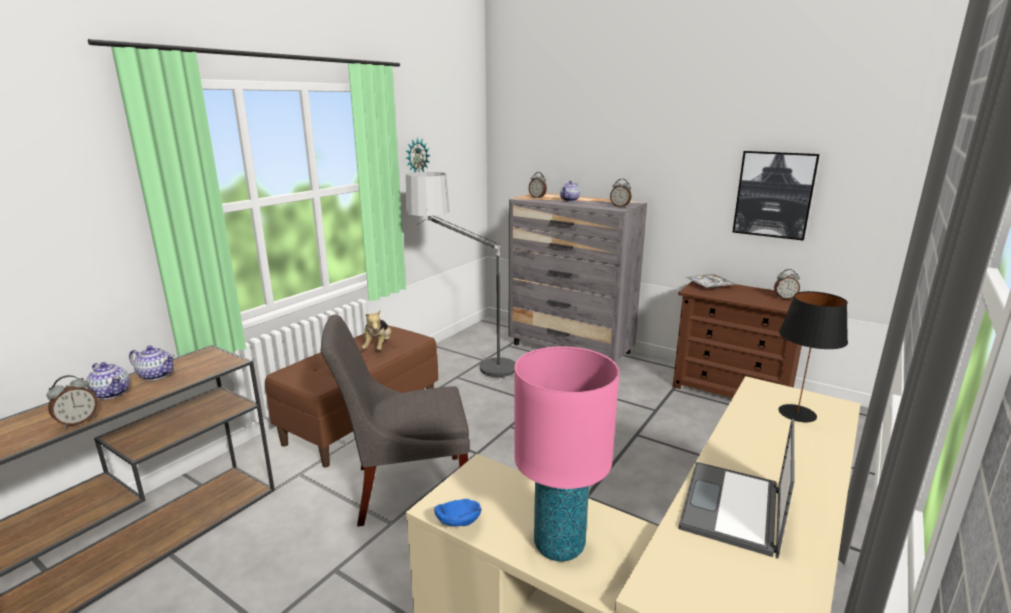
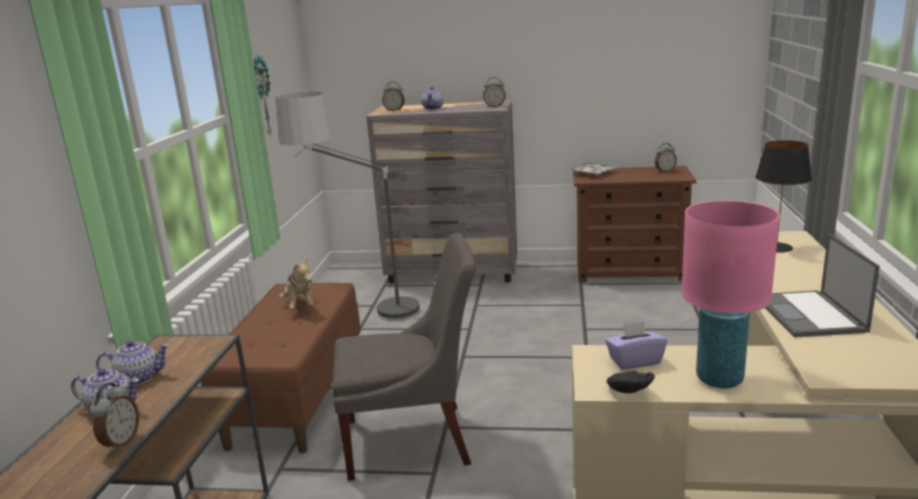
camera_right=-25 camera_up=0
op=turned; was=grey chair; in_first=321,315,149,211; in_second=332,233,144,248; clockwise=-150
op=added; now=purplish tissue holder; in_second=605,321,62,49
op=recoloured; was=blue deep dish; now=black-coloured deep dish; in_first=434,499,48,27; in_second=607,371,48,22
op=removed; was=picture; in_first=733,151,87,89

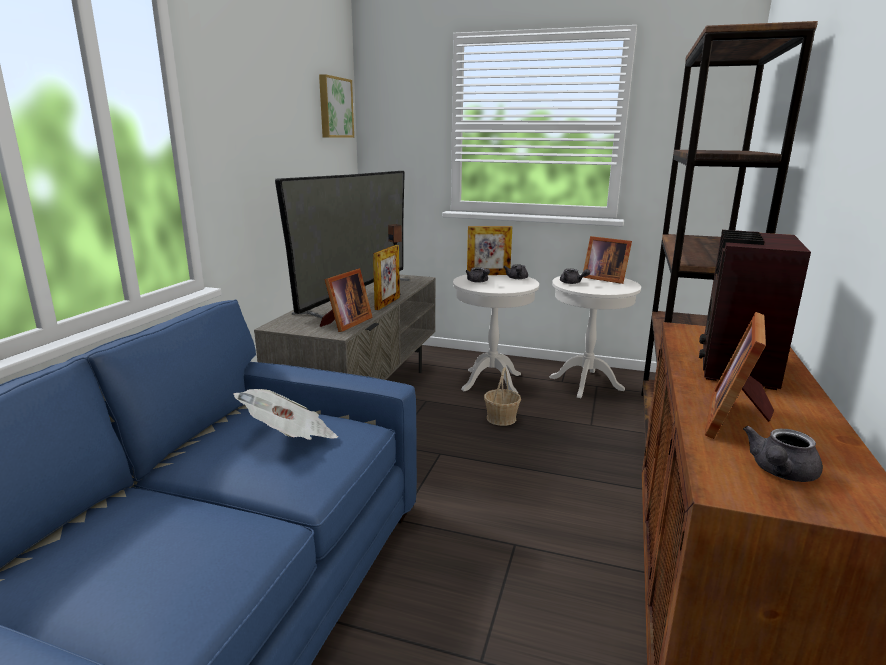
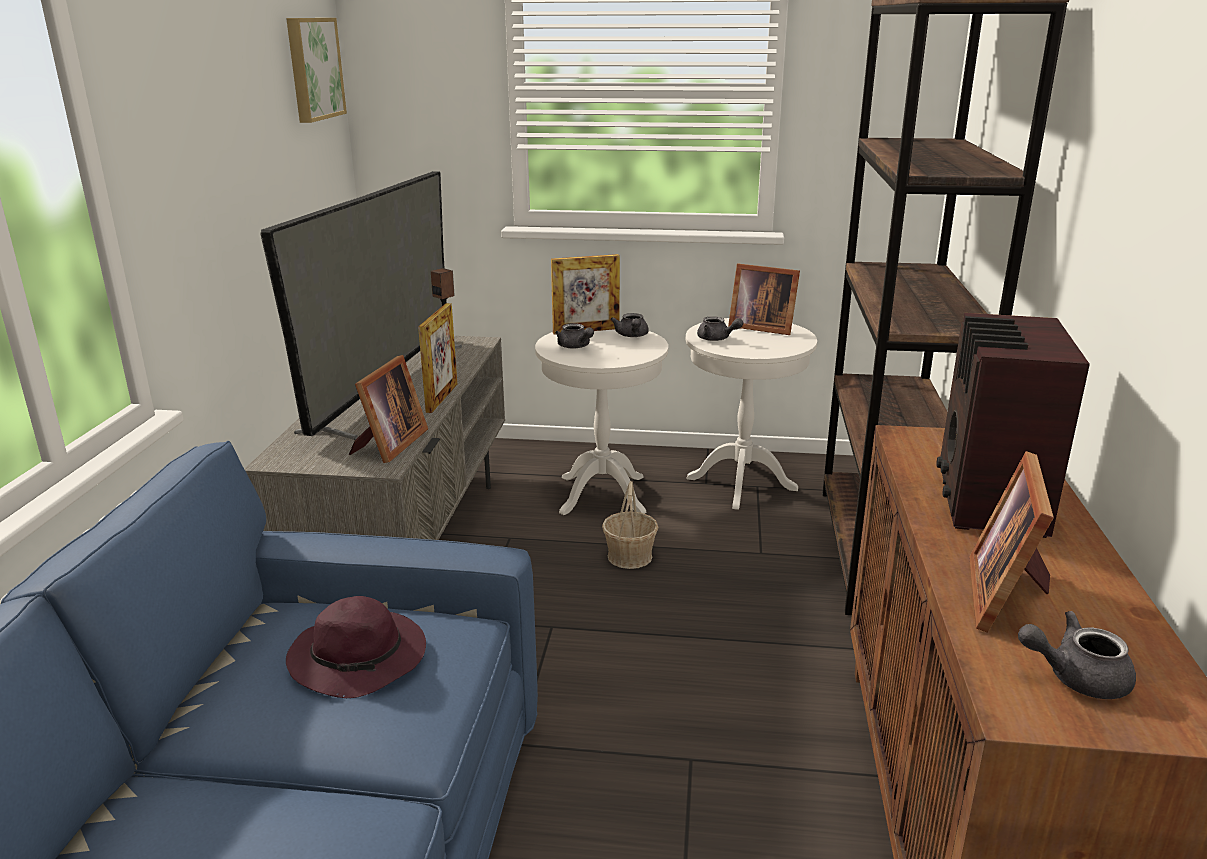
camera_right=-10 camera_up=5
op=replaced; was=newspaper; now=purplish hat; in_first=234,389,105,51; in_second=286,596,140,102
op=turned; was=grey teapot; in_first=743,426,80,56; in_second=1018,611,118,88; clockwise=60

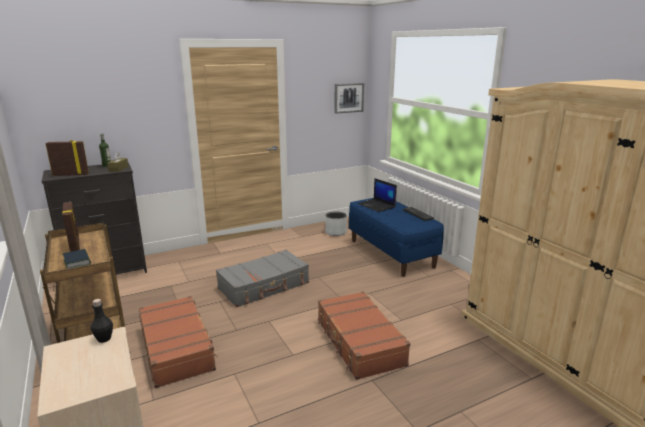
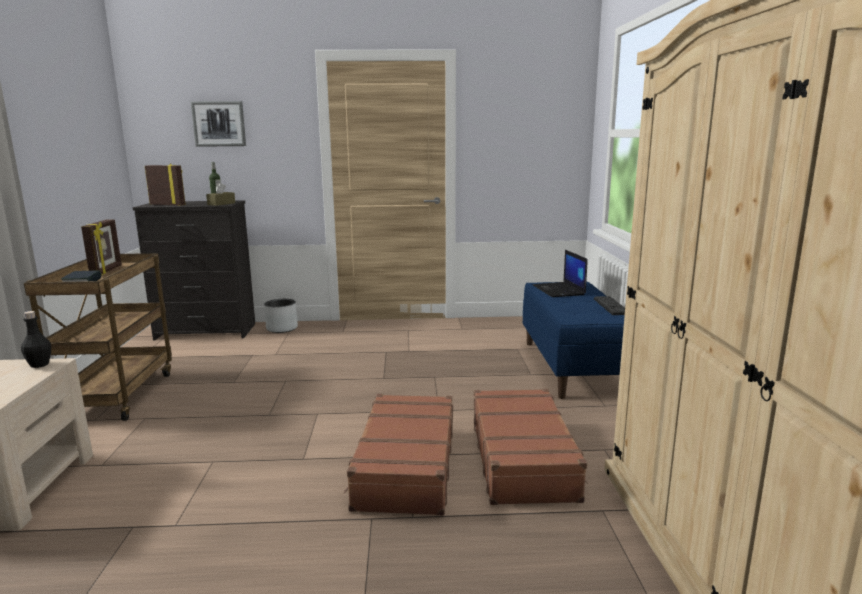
camera_right=25 camera_up=-5
op=moved; was=picture; in_first=334,83,30,31; in_second=190,101,56,46
op=moved; was=grey flower pot; in_first=325,211,22,25; in_second=264,299,34,34
op=moved; was=brown travel case; in_first=139,296,79,92; in_second=474,389,114,116
op=removed; was=grey travel case; in_first=216,250,93,57

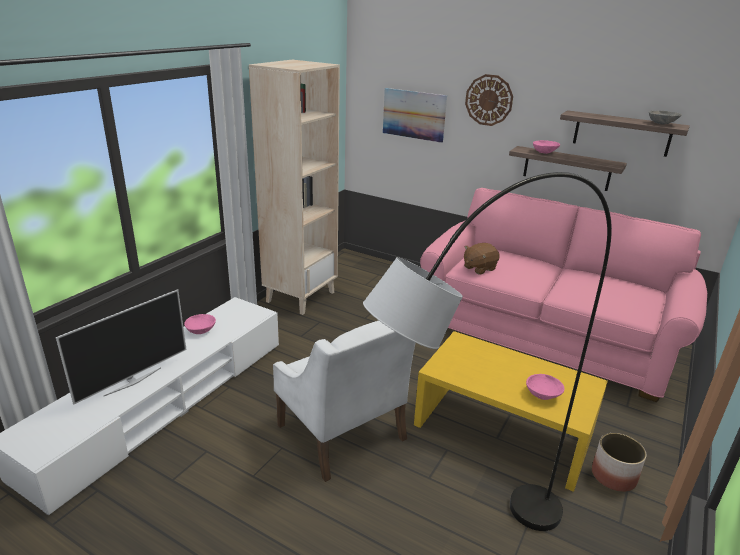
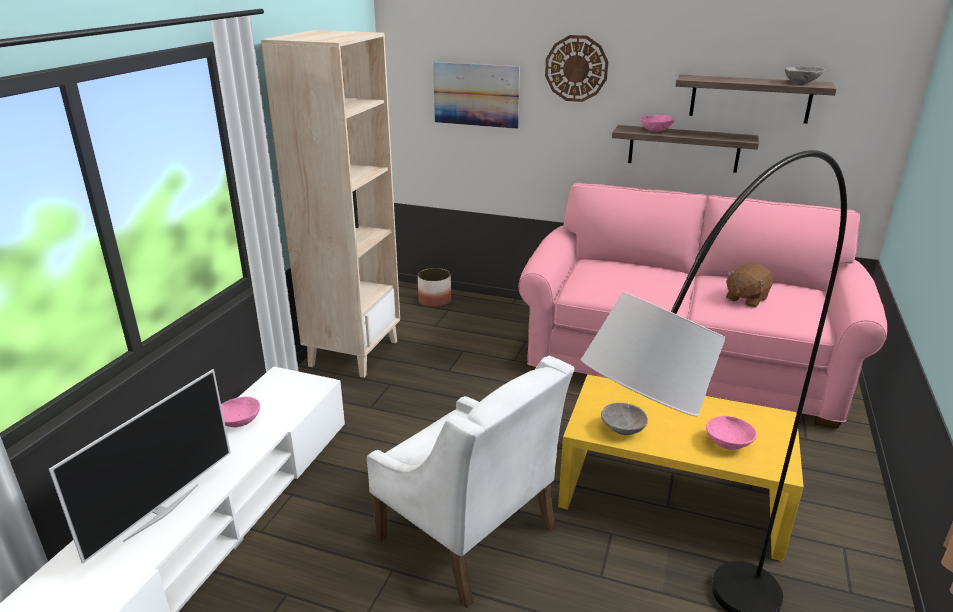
camera_right=-10 camera_up=0
op=moved; was=flower pot; in_first=592,433,54,59; in_second=418,268,33,39
op=added; now=grey deep dish; in_second=601,403,47,32
op=moved; was=brown soft toy; in_first=464,243,36,32; in_second=726,264,47,43

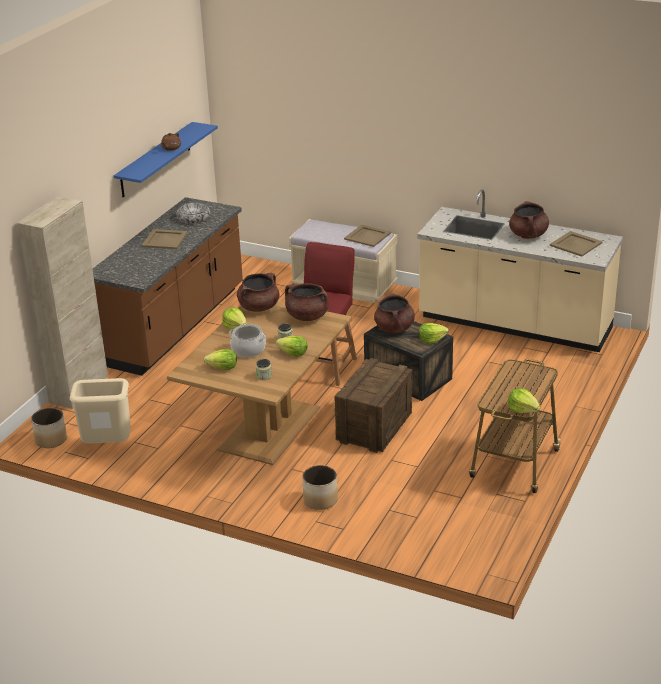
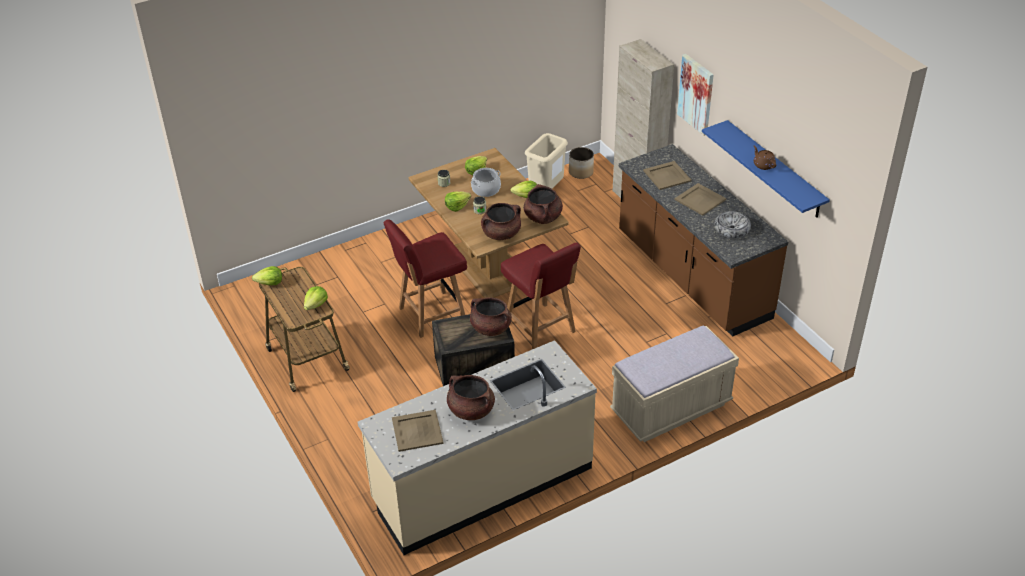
camera_right=125 camera_up=10
op=moved; was=head of lettuce; in_first=419,323,30,21; in_second=304,286,24,24
op=replaced; was=shipping crate; now=red-coloured chair; in_first=334,358,78,95; in_second=384,219,83,119
op=moved; was=beige-coloured serving tray; in_first=344,225,47,22; in_second=643,161,49,29
op=added; now=picture; in_second=677,54,37,82
op=removed; was=flower pot; in_first=302,465,36,45

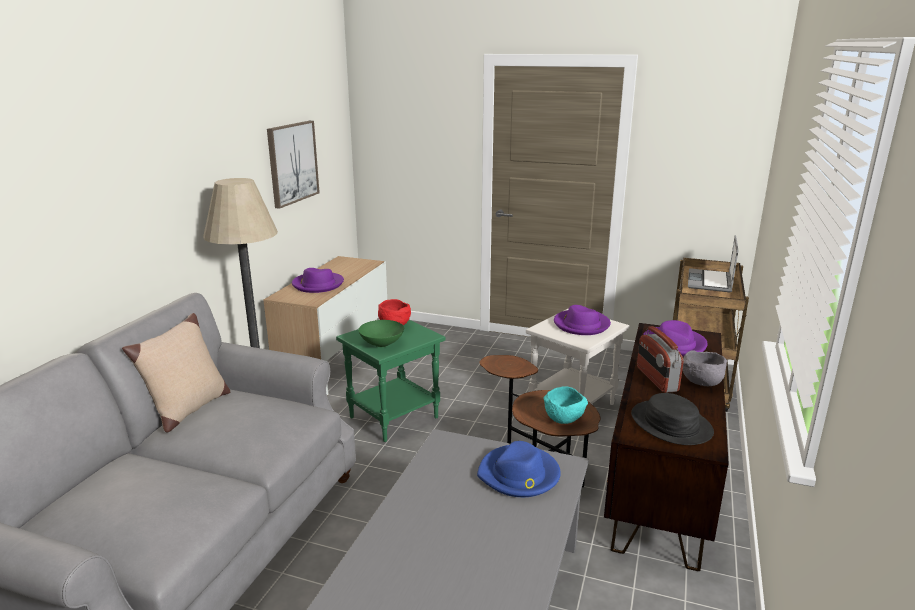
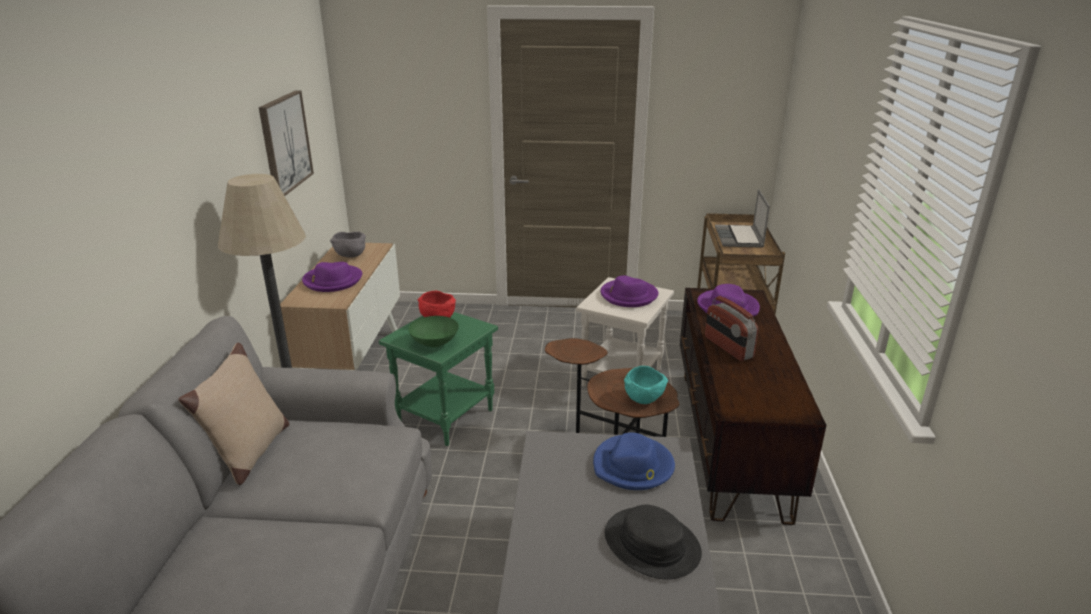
camera_right=-15 camera_up=5
op=moved; was=grey deep dish; in_first=683,351,44,35; in_second=330,232,36,26
op=moved; was=black-coloured hat; in_first=631,393,83,52; in_second=605,505,97,74

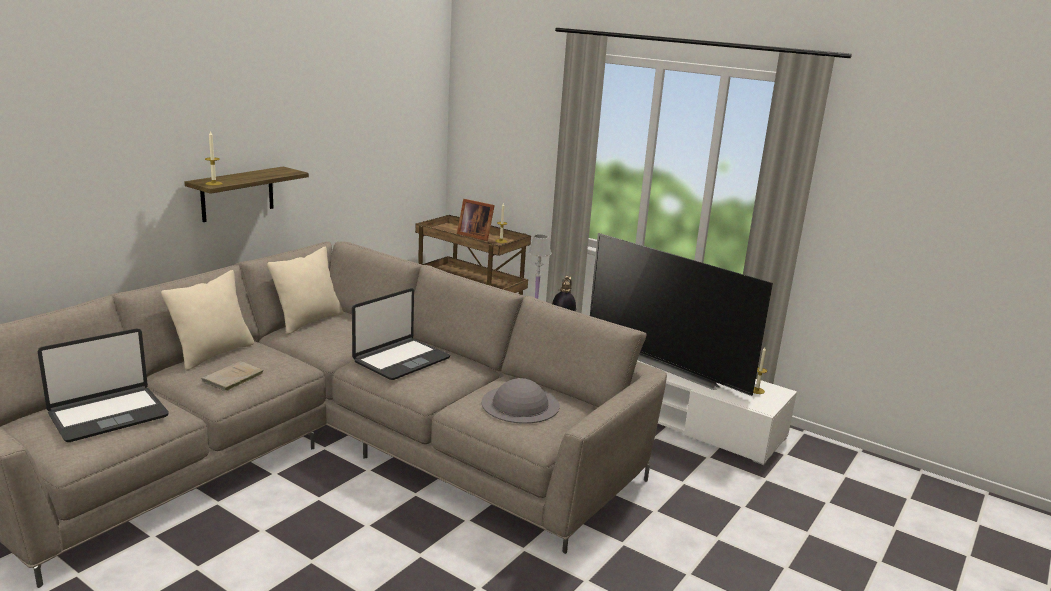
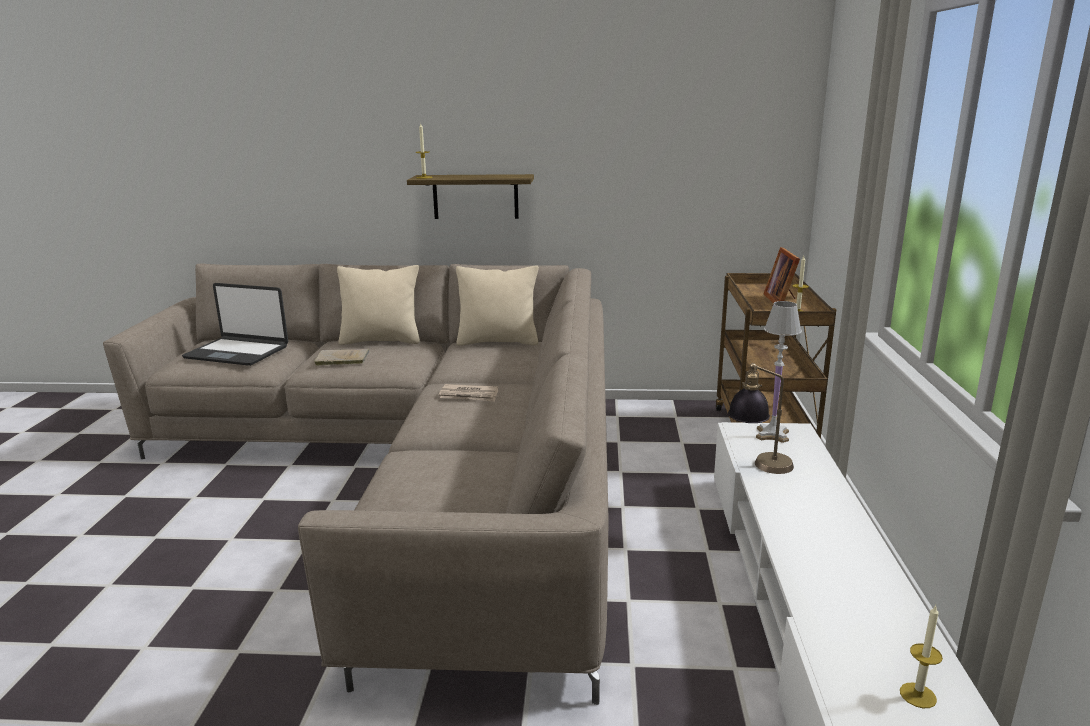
camera_right=60 camera_up=0
op=replaced; was=portable computer; now=newspaper; in_first=352,288,98,92; in_second=439,384,59,18
op=removed; was=grey hat; in_first=481,378,79,46
op=removed; was=TV; in_first=590,233,183,163

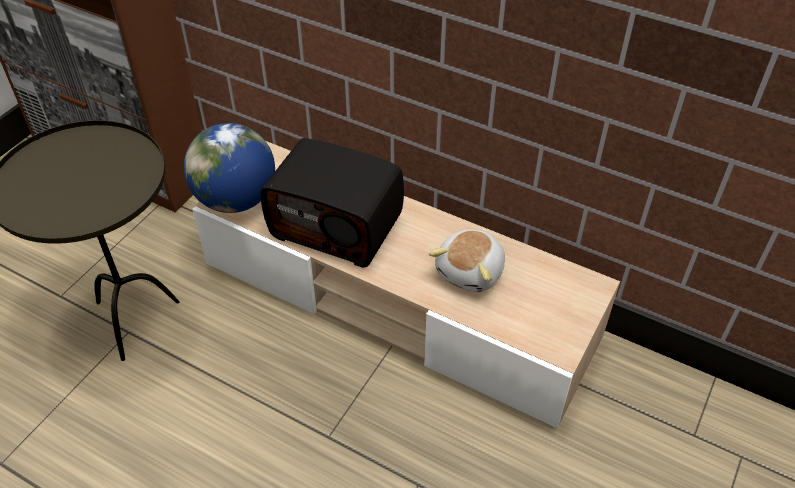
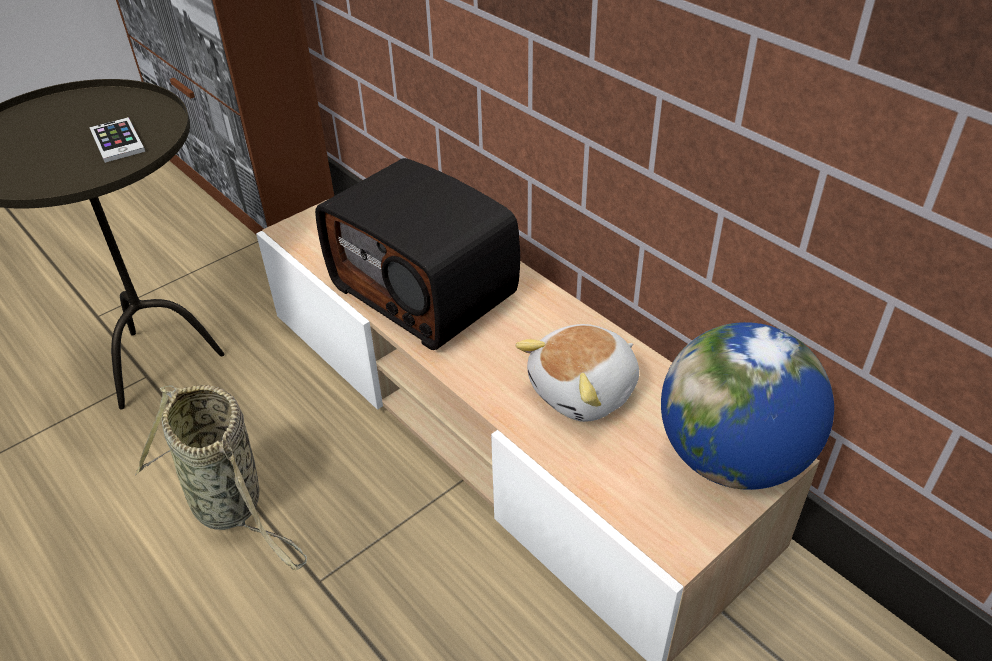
camera_right=20 camera_up=-5
op=added; now=phone; in_second=89,117,57,46
op=added; now=basket; in_second=135,385,172,186
op=moved; was=desk globe; in_first=184,123,91,90; in_second=661,322,173,168

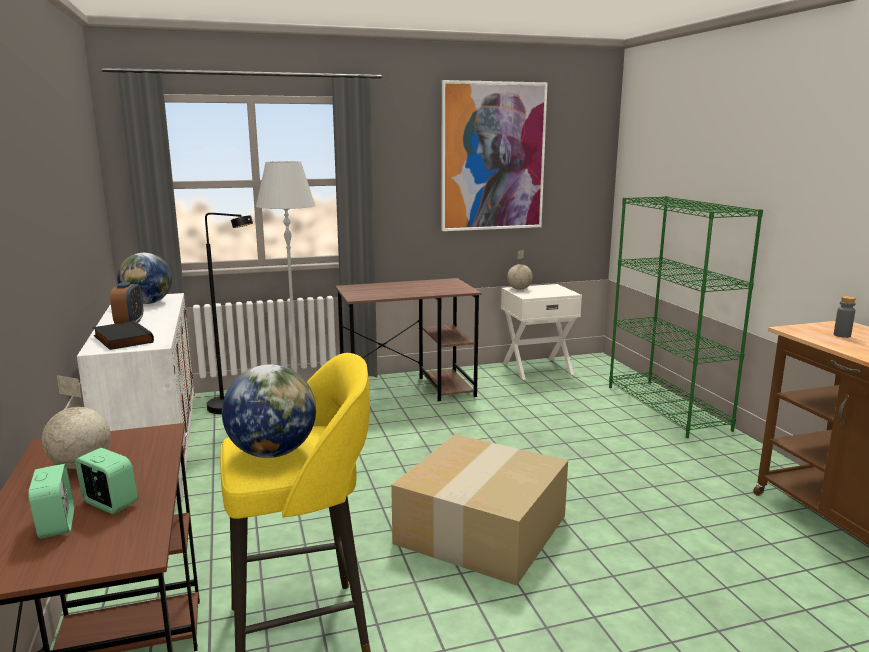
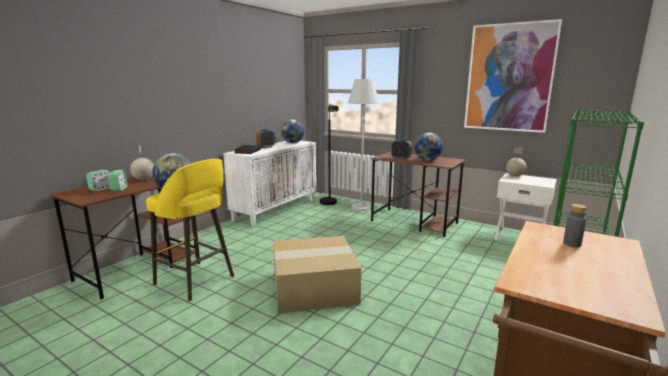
camera_right=50 camera_up=0
op=added; now=bedside clock; in_second=391,139,21,21
op=added; now=desk globe; in_second=414,133,29,28

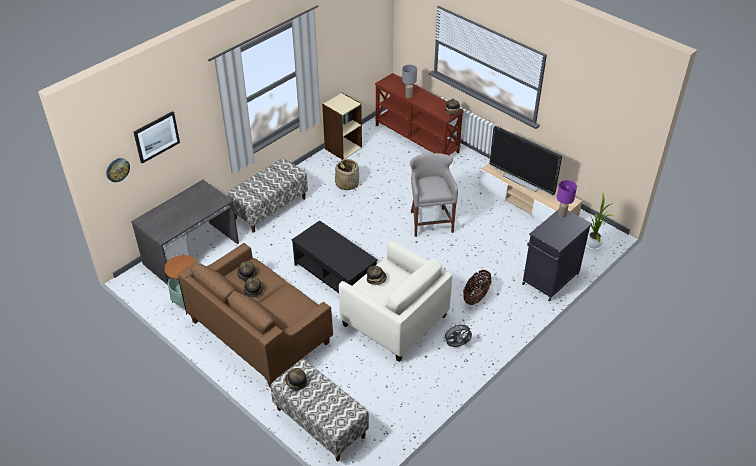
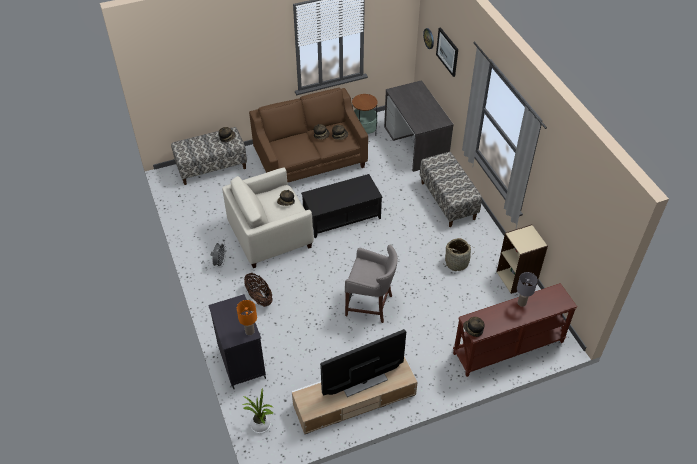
camera_right=115 camera_up=5
op=recoloured; was=purplish tabletop lamp; now=orange tabletop lamp; in_first=557,180,20,38; in_second=237,300,20,35

